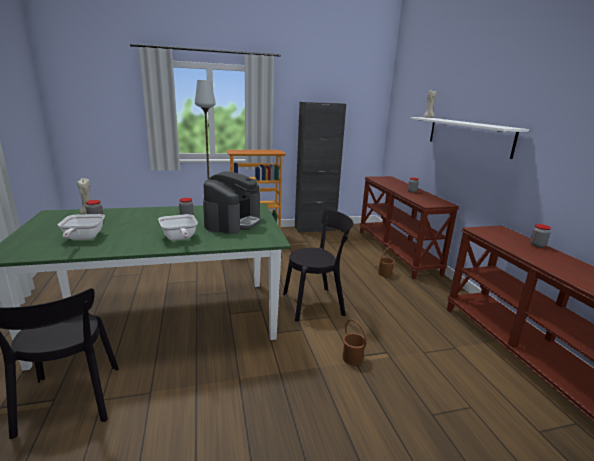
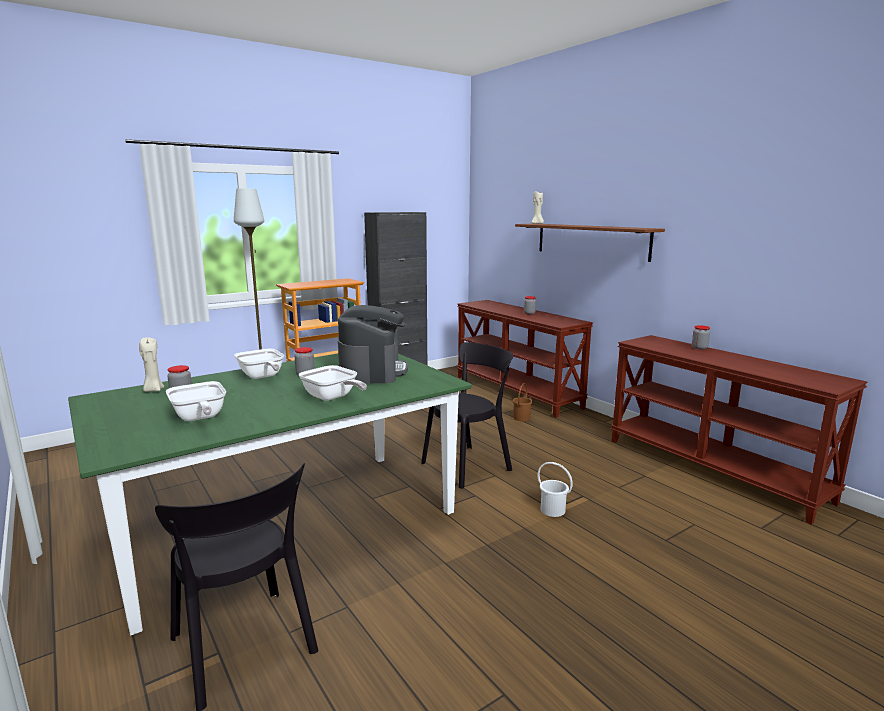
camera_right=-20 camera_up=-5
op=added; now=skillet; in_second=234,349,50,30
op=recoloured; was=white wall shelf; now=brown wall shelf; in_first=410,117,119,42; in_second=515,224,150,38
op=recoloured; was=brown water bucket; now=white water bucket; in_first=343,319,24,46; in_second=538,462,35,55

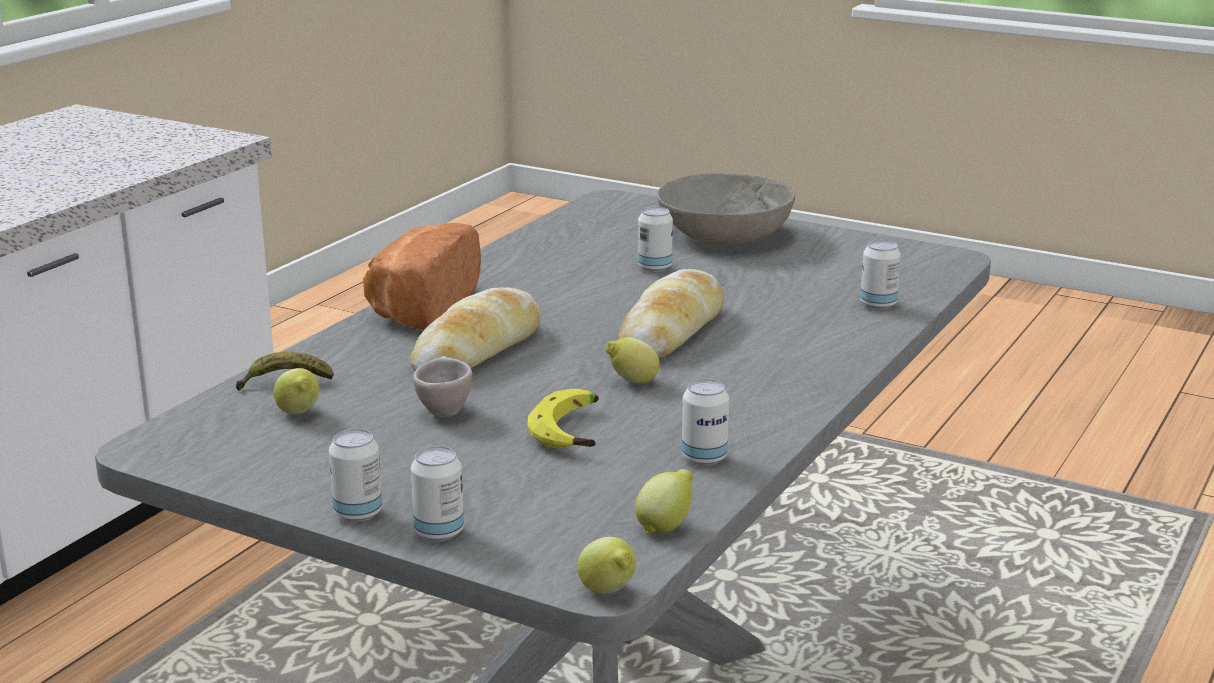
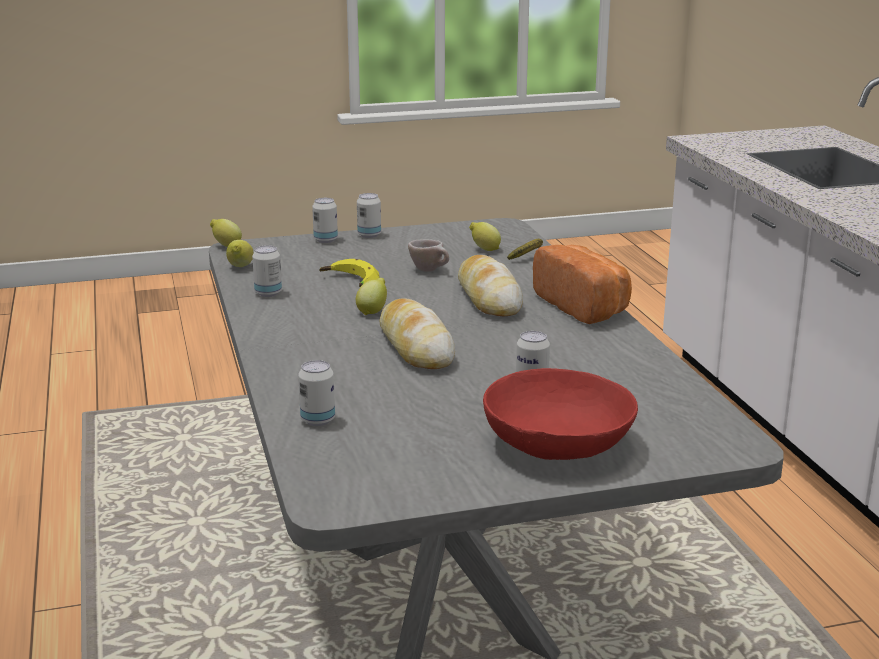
camera_right=135 camera_up=0
op=recoloured; was=grey deep dish; now=red-coloured deep dish; in_first=657,173,138,72; in_second=483,368,155,92

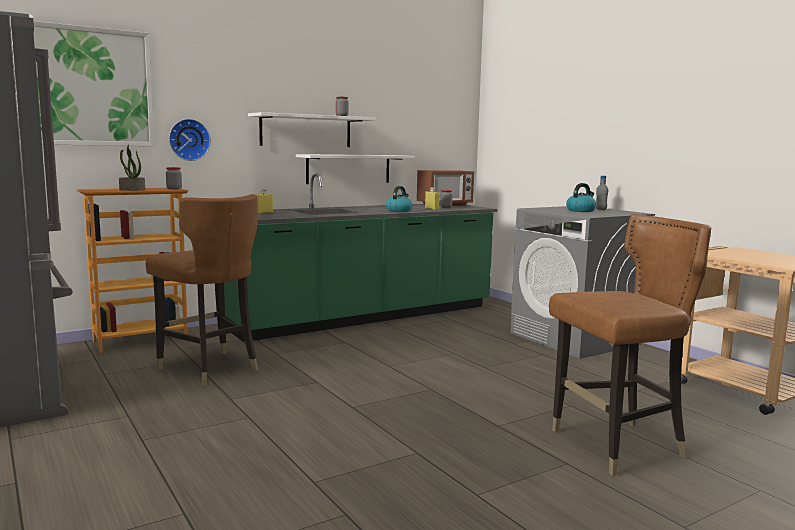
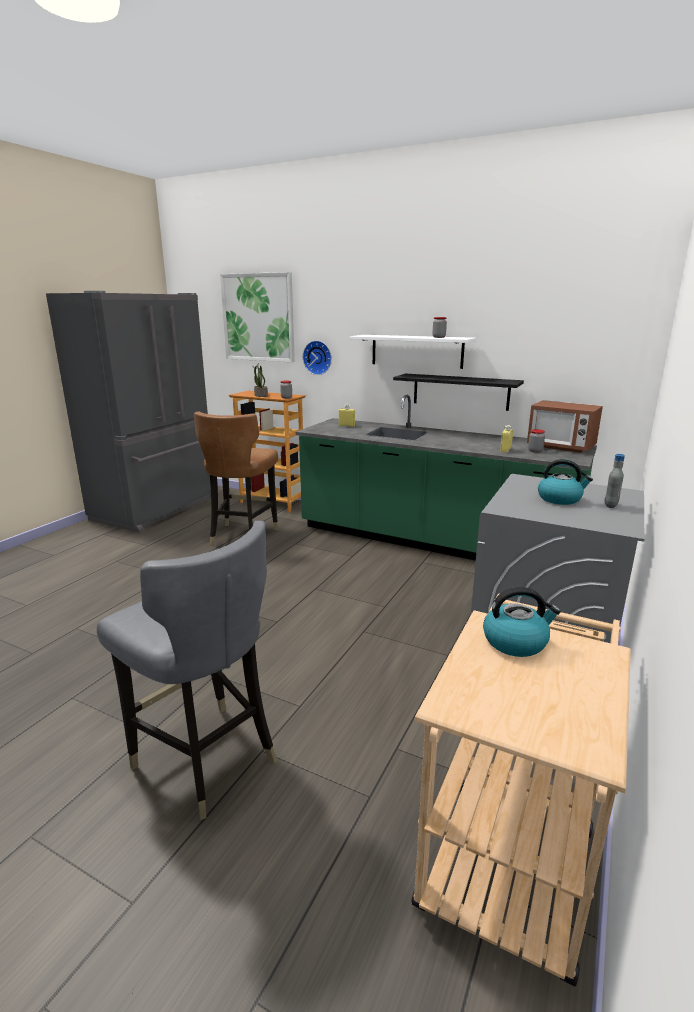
camera_right=60 camera_up=10
op=recoloured; was=brown chair; now=grey chair; in_first=549,214,162,262; in_second=97,521,180,299
op=recoloured; was=white wall shelf; now=black-coloured wall shelf; in_first=296,154,119,30; in_second=393,374,131,37
op=moved; was=tea kettle; in_first=386,186,26,26; in_second=483,587,78,70

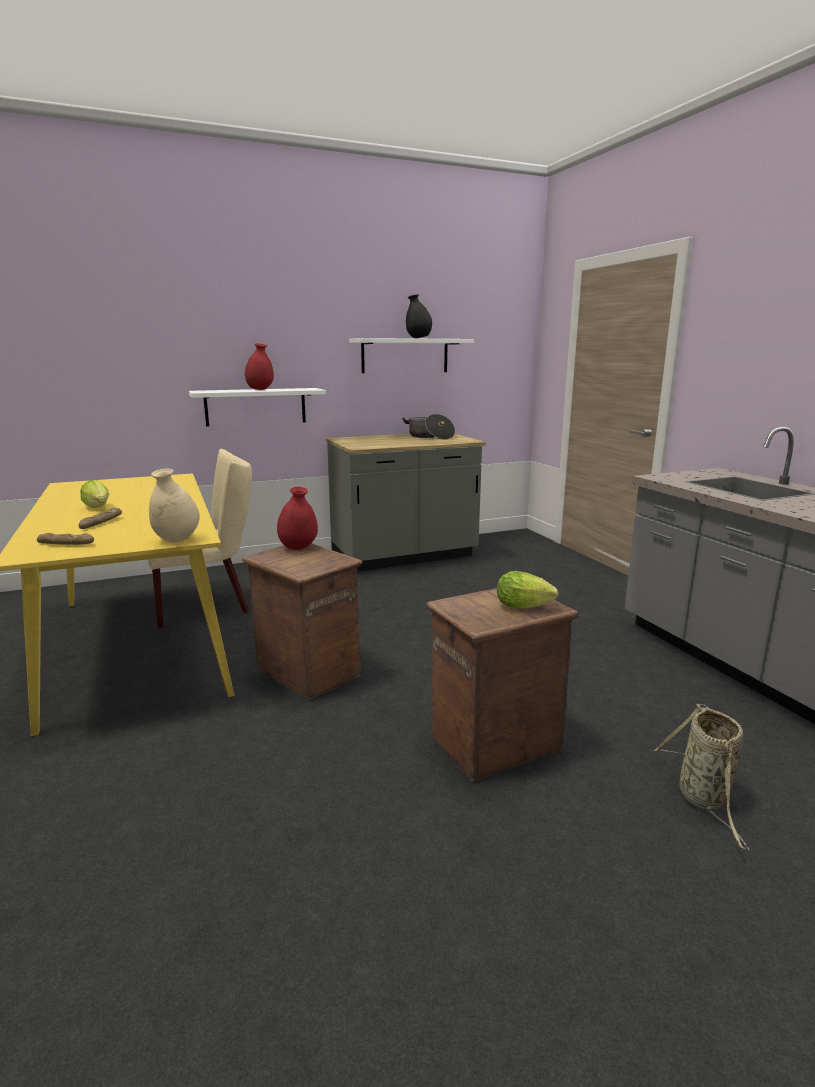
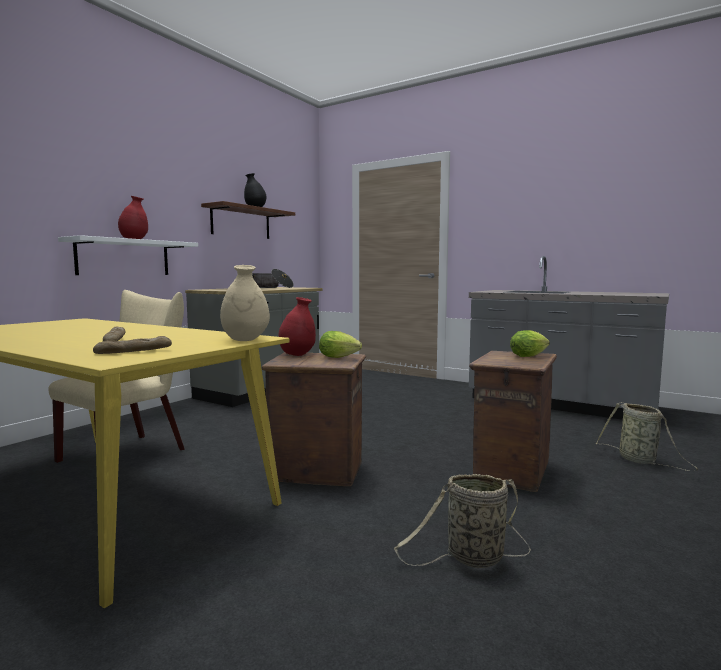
camera_right=-35 camera_up=-10
op=recoloured; was=white wall shelf; now=brown wall shelf; in_first=349,338,125,35; in_second=201,201,94,38
op=moved; was=head of lettuce; in_first=80,480,30,28; in_second=319,331,43,27
op=added; now=basket; in_second=394,474,137,94

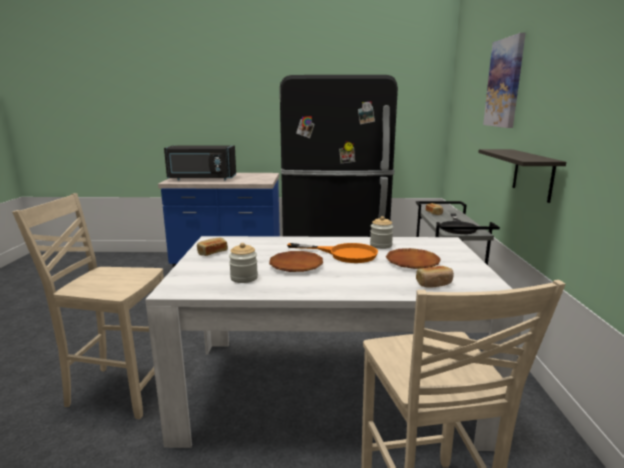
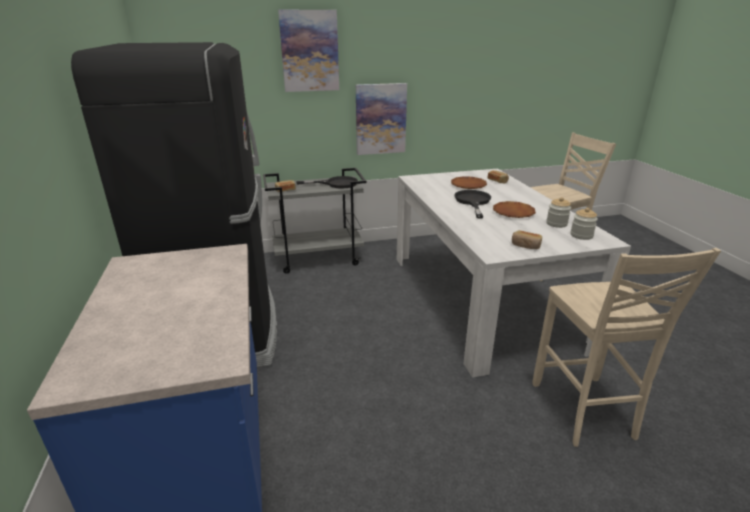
camera_right=-105 camera_up=10
op=replaced; was=wall shelf; now=picture; in_first=478,149,88,54; in_second=356,83,51,72
op=recoloured; was=orange skillet; now=black-coloured skillet; in_first=287,243,91,20; in_second=454,190,37,28
op=moved; was=jar; in_first=370,216,23,33; in_second=570,208,28,32
op=removed; was=black-coloured microwave oven; in_first=164,145,72,35

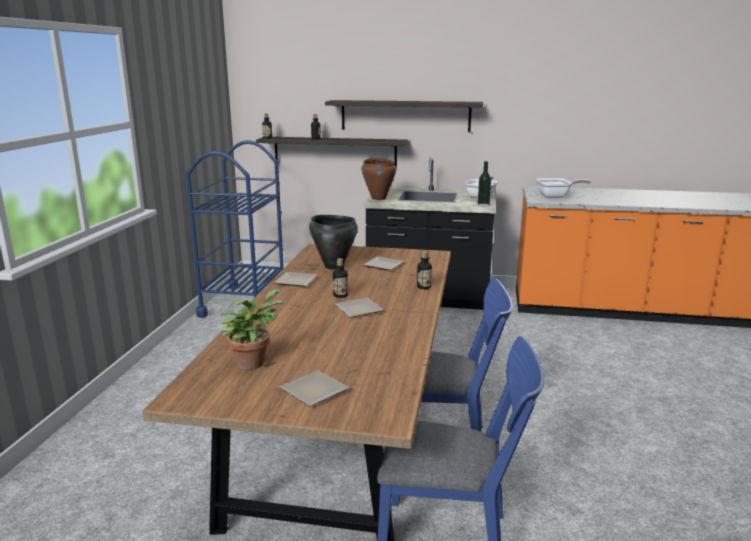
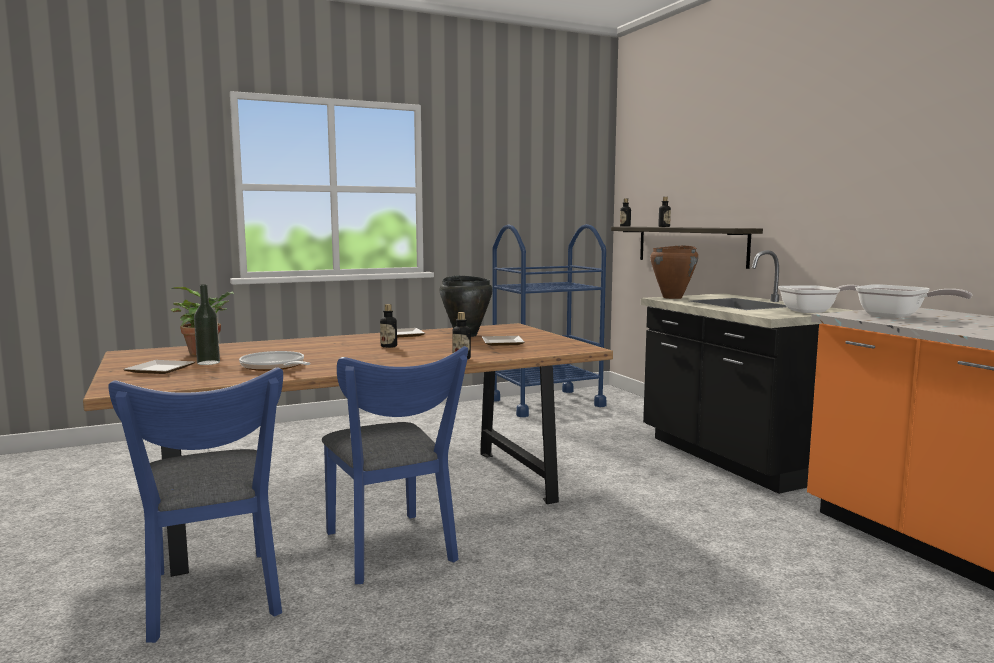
camera_right=55 camera_up=-10
op=moved; was=beverage bottle; in_first=478,161,13,46; in_second=194,284,26,81
op=added; now=skillet; in_second=239,351,72,20
op=removed; was=wall shelf; in_first=325,100,158,32
op=removed; was=plate; in_first=335,298,49,20

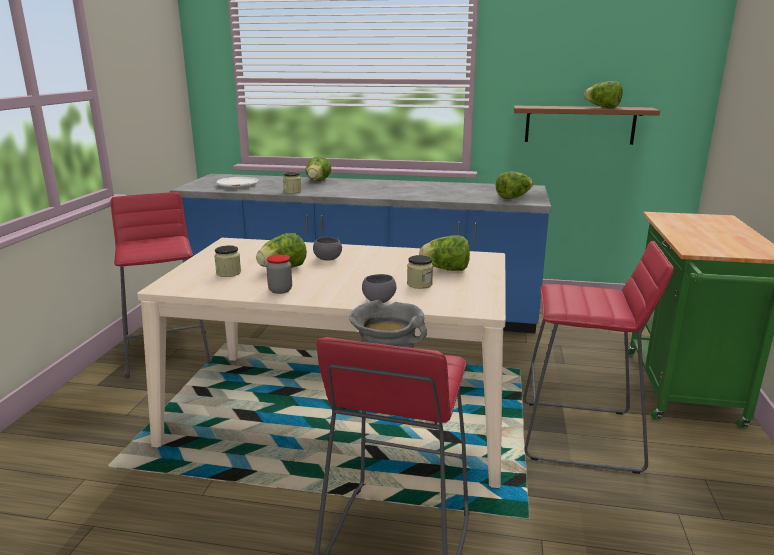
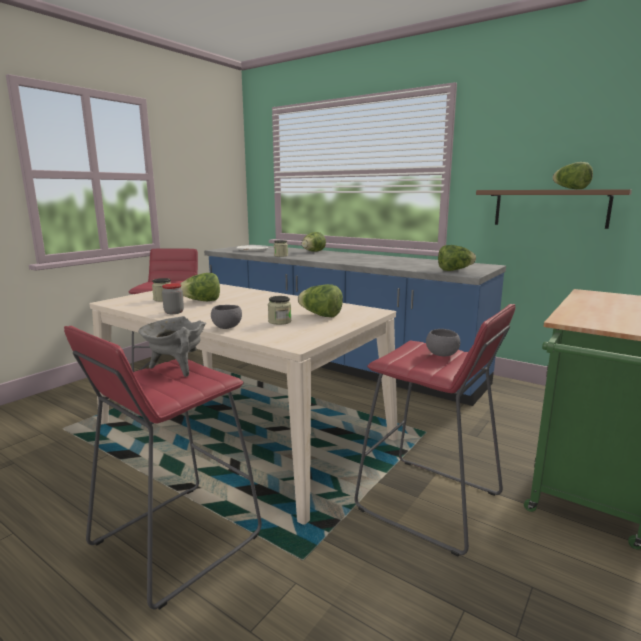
camera_right=25 camera_up=-5
op=moved; was=grey deep dish; in_first=313,237,29,23; in_second=426,329,34,28

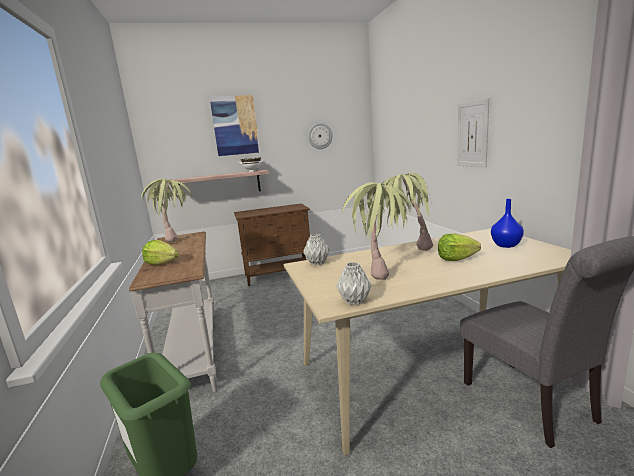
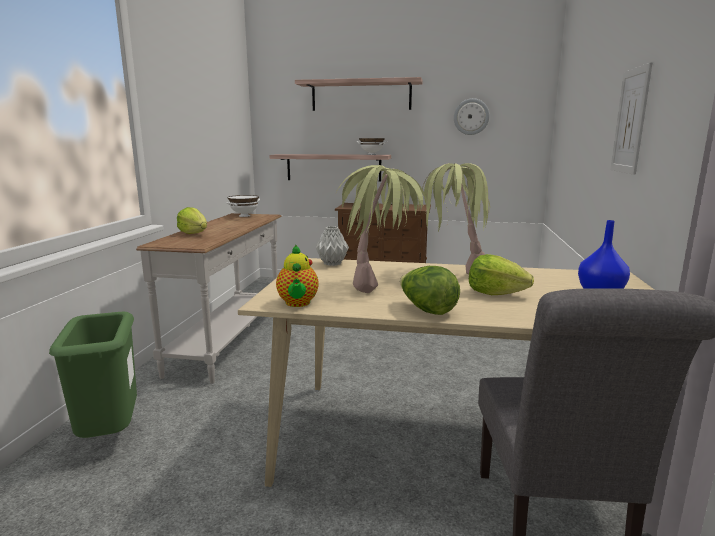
camera_right=25 camera_up=0
op=replaced; was=plant in a pot; now=white deep dish; in_first=141,179,51,63; in_second=227,195,33,22
op=replaced; was=grey decorative vase; now=teapot; in_first=336,262,36,43; in_second=276,245,43,62
op=replaced; was=picture; now=wall shelf; in_first=210,95,50,61; in_second=295,77,128,34
op=added; now=head of lettuce; in_second=400,266,60,49

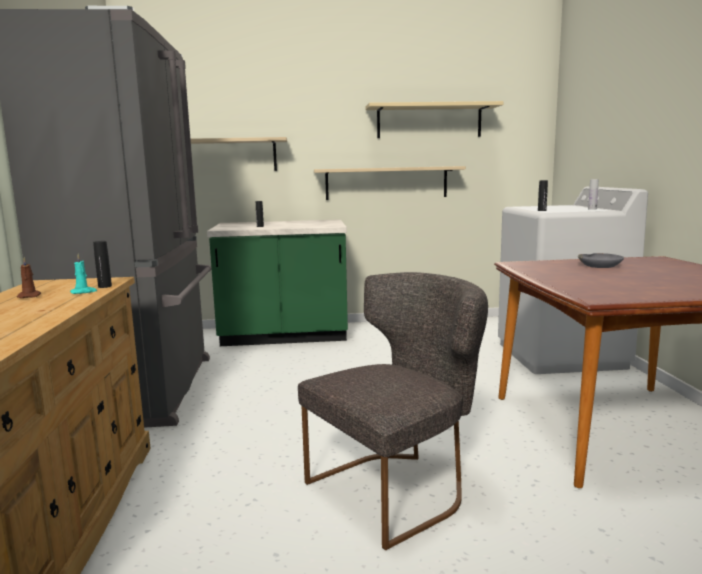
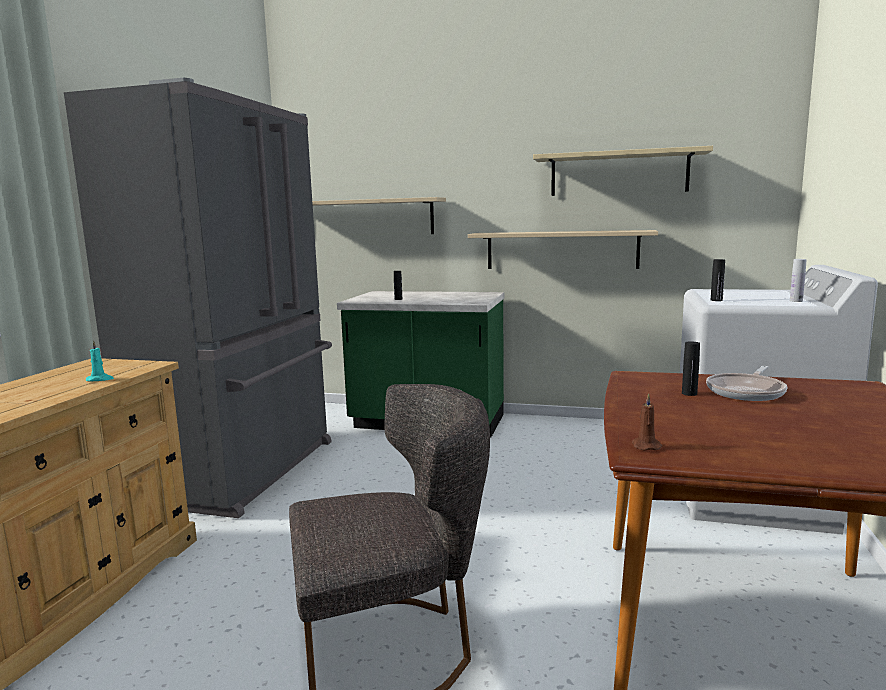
camera_right=20 camera_up=0
op=moved; was=brown candle; in_first=17,257,24,41; in_second=632,393,31,57
op=moved; was=black-coloured beverage bottle; in_first=93,241,19,47; in_second=682,341,18,55
op=replaced; was=grey deep dish; now=skillet; in_first=578,253,46,15; in_second=706,366,81,35

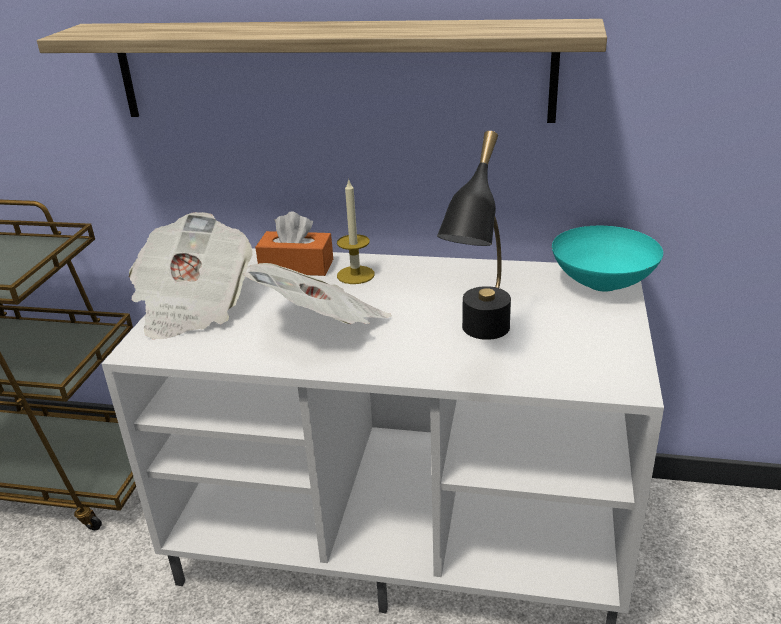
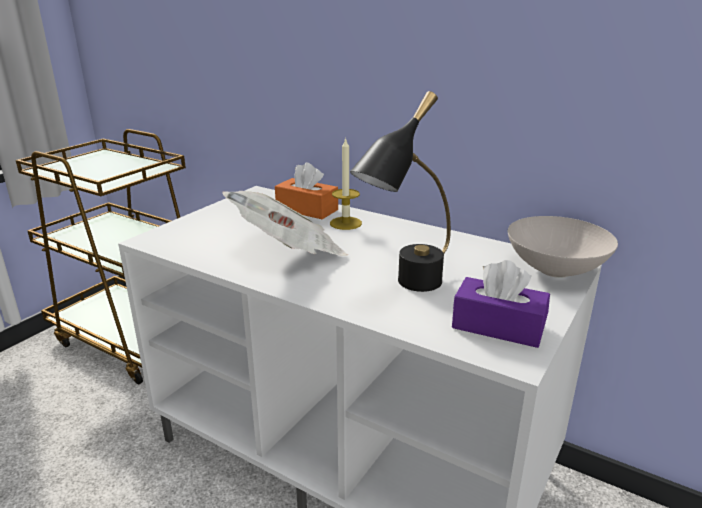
camera_right=20 camera_up=-5
op=added; now=purplish tissue holder; in_second=452,260,98,88
op=recoloured; was=turquoise deep dish; now=white deep dish; in_first=552,226,111,66; in_second=508,216,110,62
op=removed; was=wall shelf; in_first=37,19,570,104
op=removed; was=newspaper; in_first=129,212,124,127

